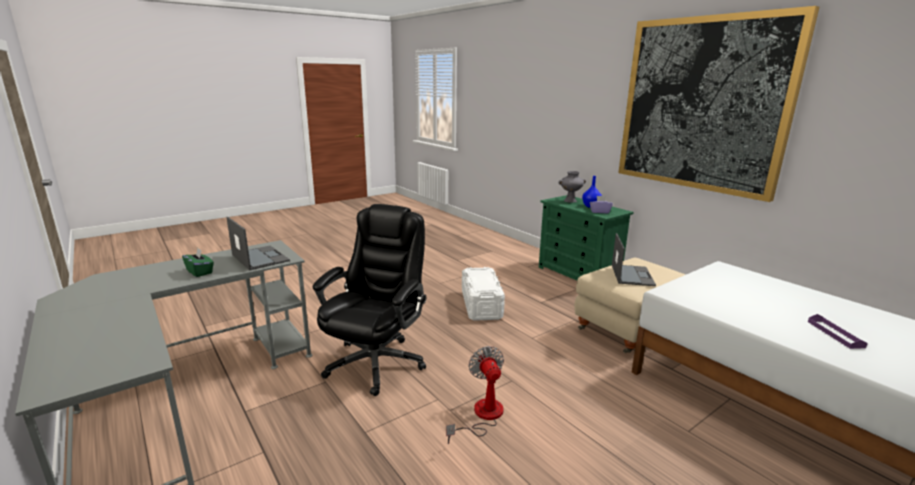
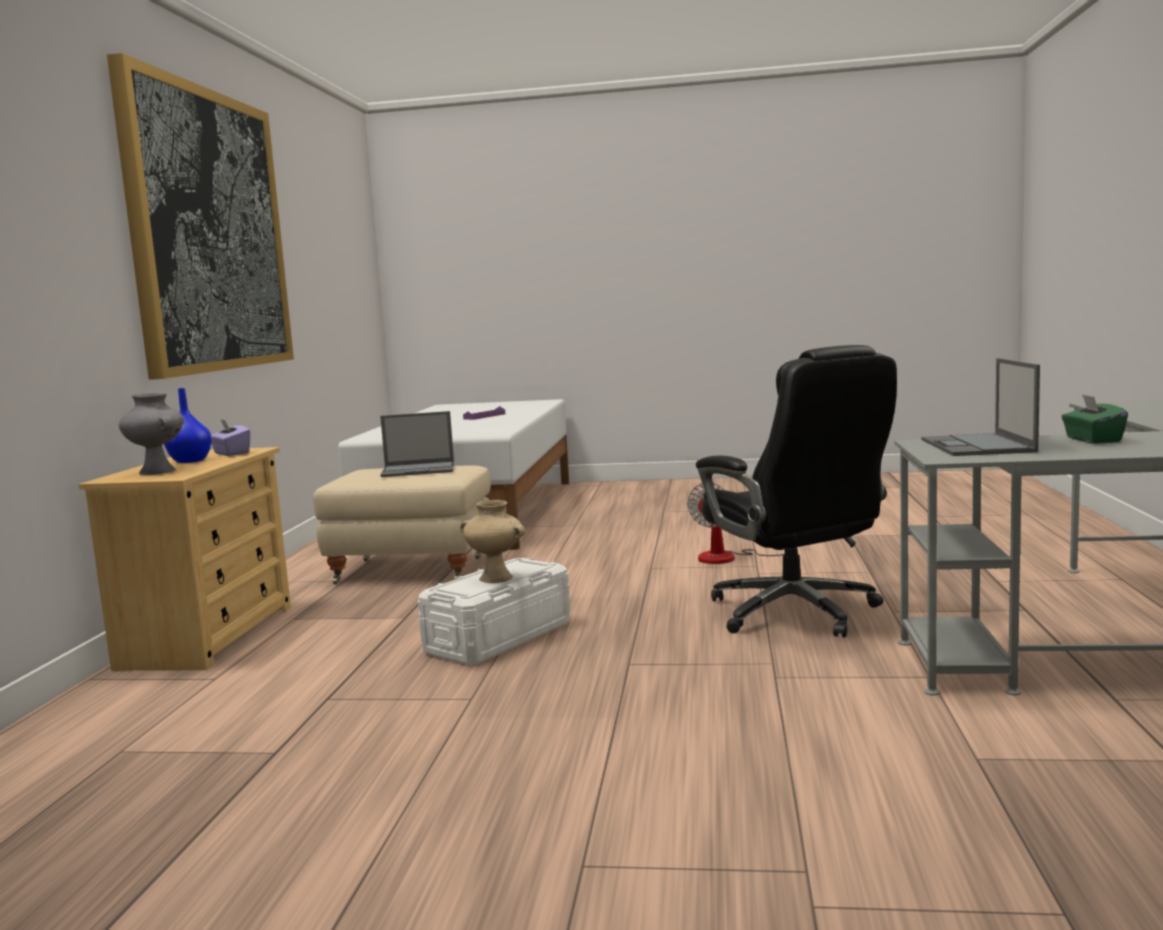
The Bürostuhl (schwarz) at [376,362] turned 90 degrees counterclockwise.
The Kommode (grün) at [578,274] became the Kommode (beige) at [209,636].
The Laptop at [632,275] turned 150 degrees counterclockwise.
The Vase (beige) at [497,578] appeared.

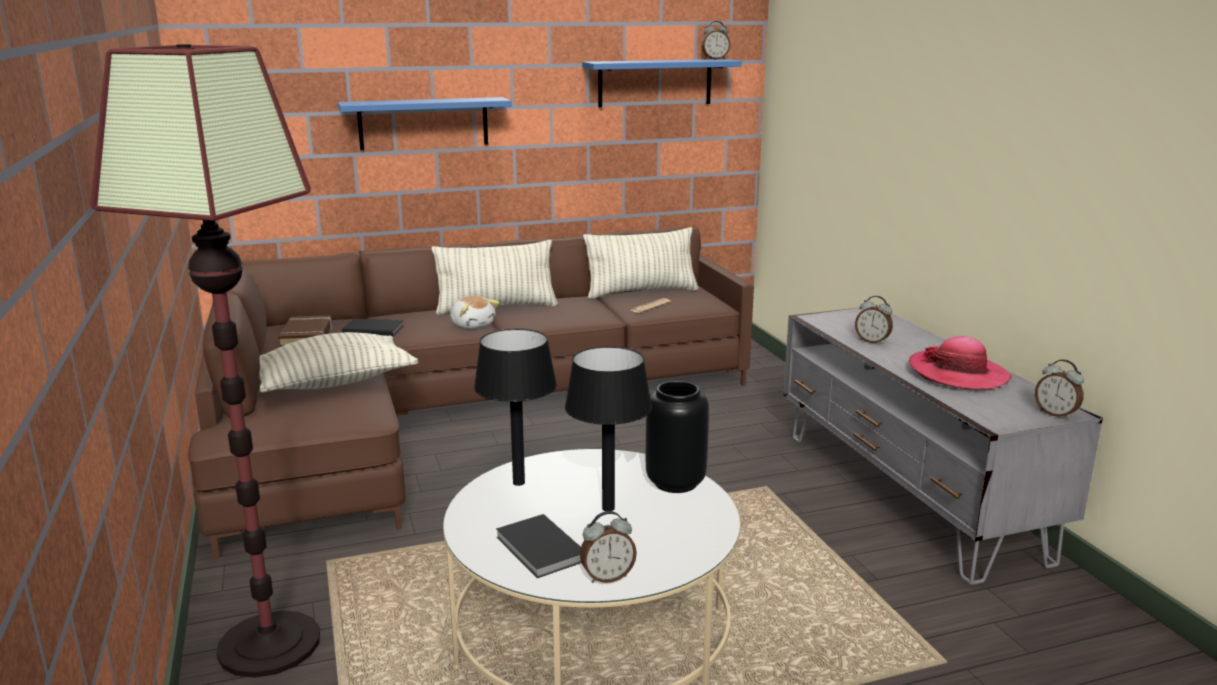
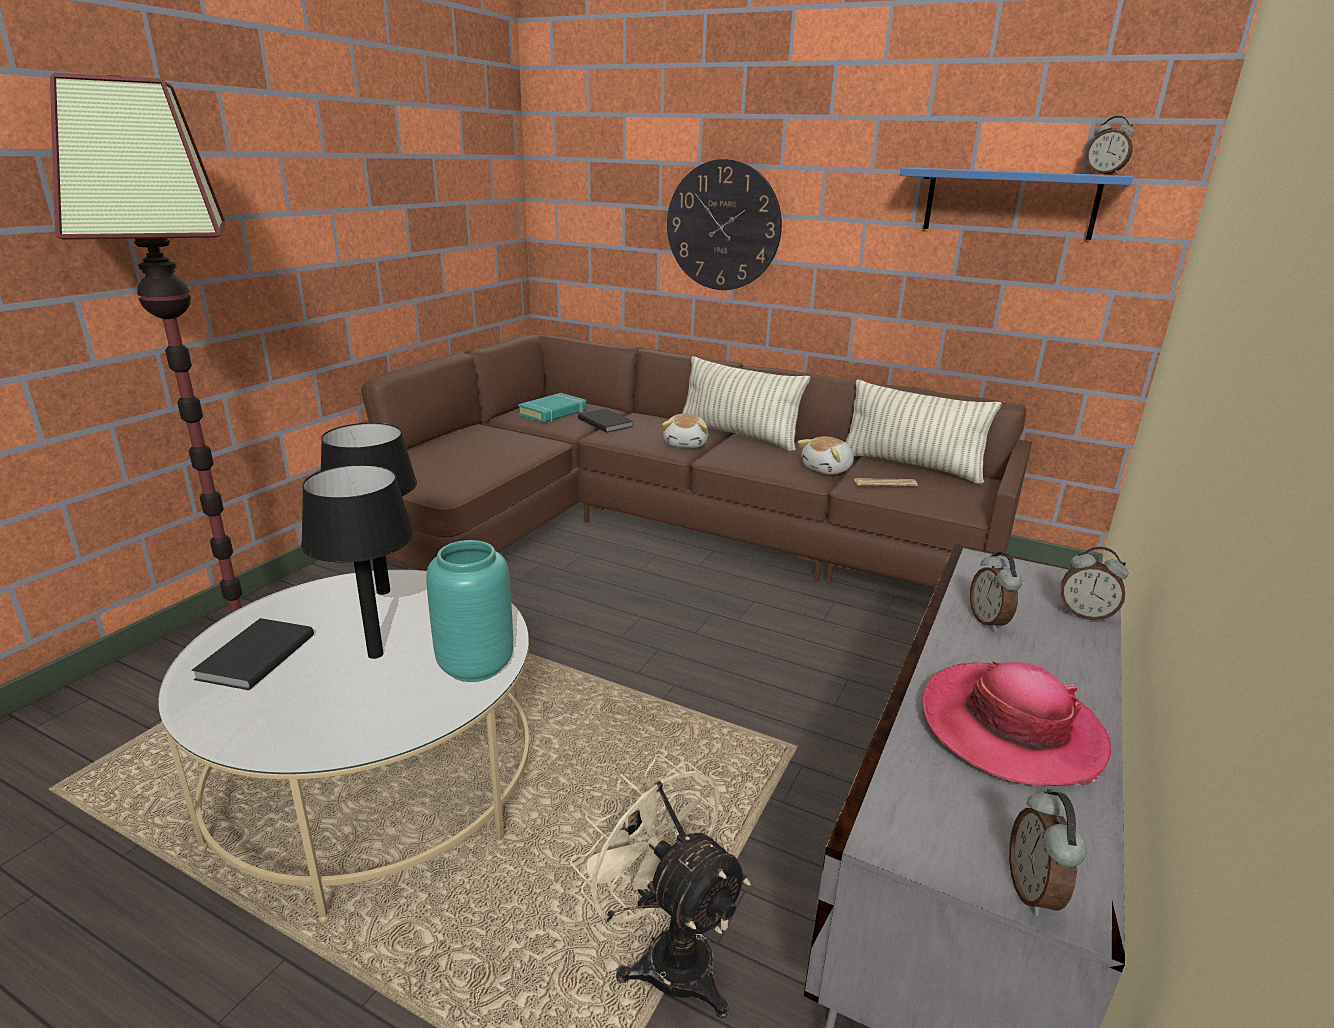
The Kissen at [333,383] disappeared.
The Buch (braun) at [307,337] became the Buch (türkis) at [553,413].
The Wandregal (blau) at [423,123] was replaced by the Wanduhr at [723,226].
The Wecker moved from [607,577] to [1085,615].
The Vase (schwarz) at [674,483] became the Vase (türkis) at [474,665].
The Ventilator (beige) at [665,954] appeared.
The Plüschtier at [827,469] appeared.

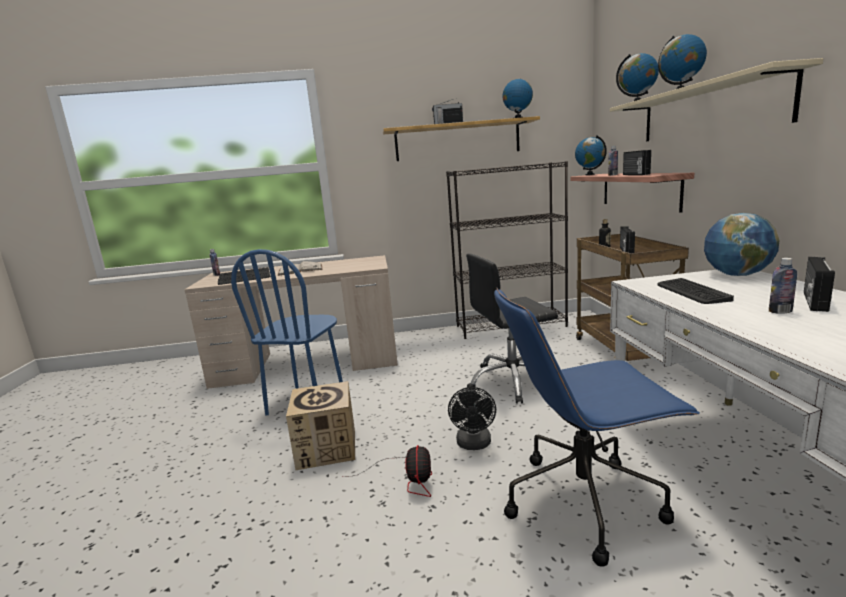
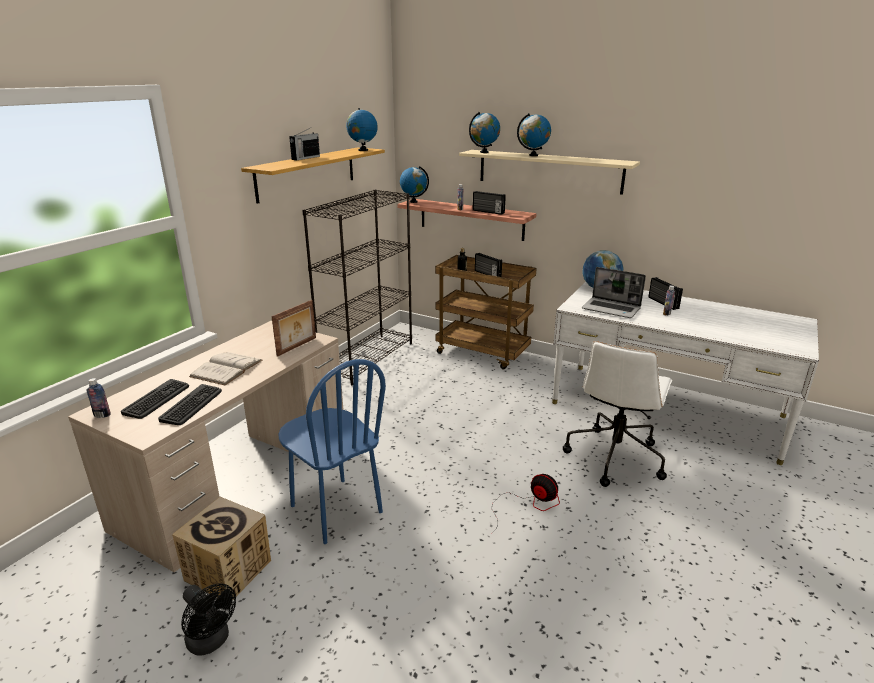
The Karton moved from [327,448] to [229,570].
The Ventilator (schwarz) moved from [474,445] to [211,641].
The Bürostuhl (schwarz) at [512,381] disappeared.
The Bürostuhl (blau) at [585,501] became the Bürostuhl (weiß) at [614,456].
The Tastatur at [691,292] was replaced by the Laptop at [611,309].
The Bilderrahmen at [297,347] appeared.

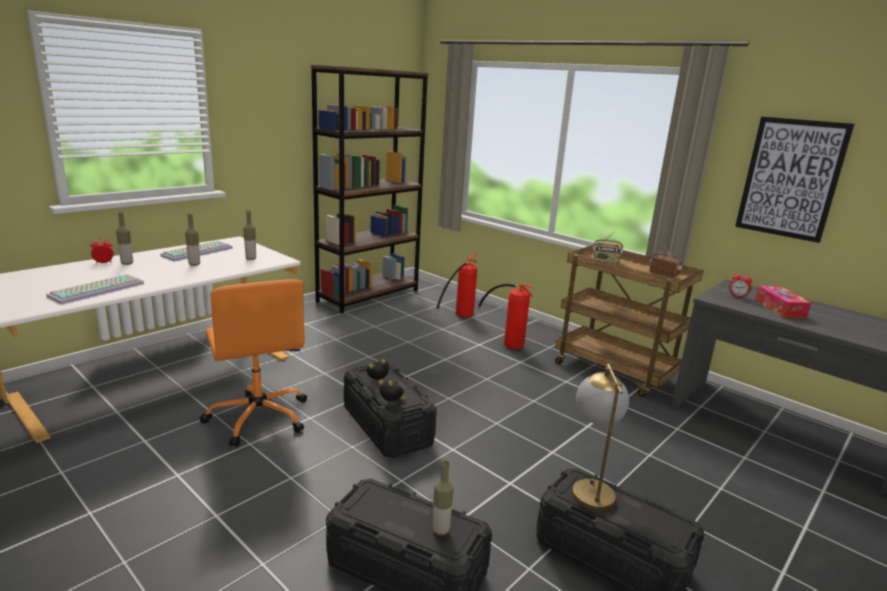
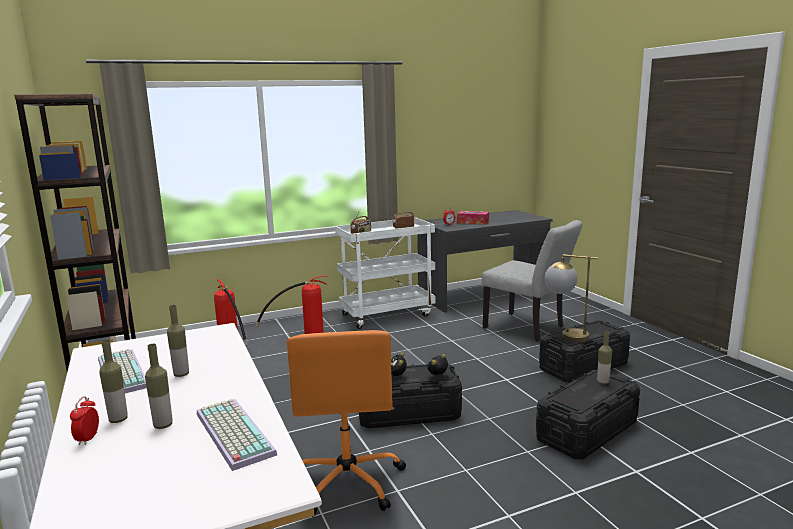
The Bürostuhl (orange) at [258,417] turned 90 degrees clockwise.
The Flasche moved from [251,258] to [163,425].
The Rollwagen (braun) at [615,372] became the Rollwagen (weiß) at [387,315].
The Bild at [790,178] disappeared.
The Stuhl (grau) at [529,328] appeared.

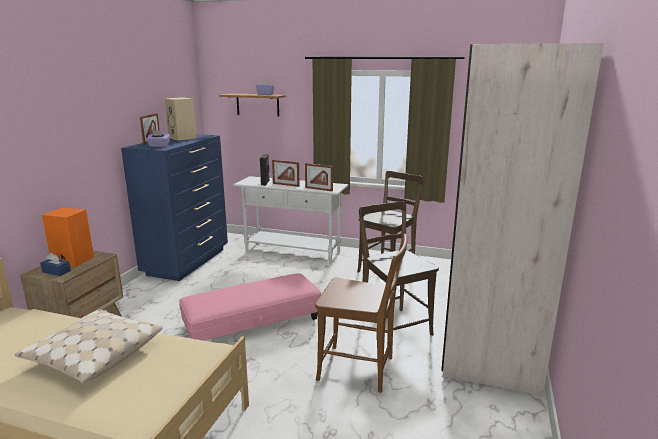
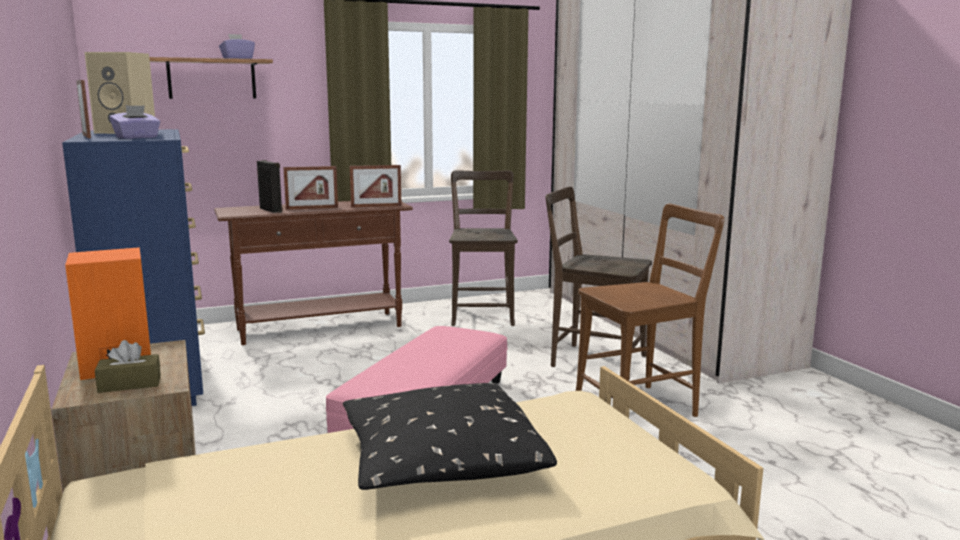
The Kissen (beige) at [94,355] became the Kissen (schwarz) at [440,459].
The Taschentuchbox (blau) at [56,271] became the Taschentuchbox (braun) at [130,384].
The Konsolentisch (weiß) at [293,253] became the Konsolentisch (braun) at [320,328].

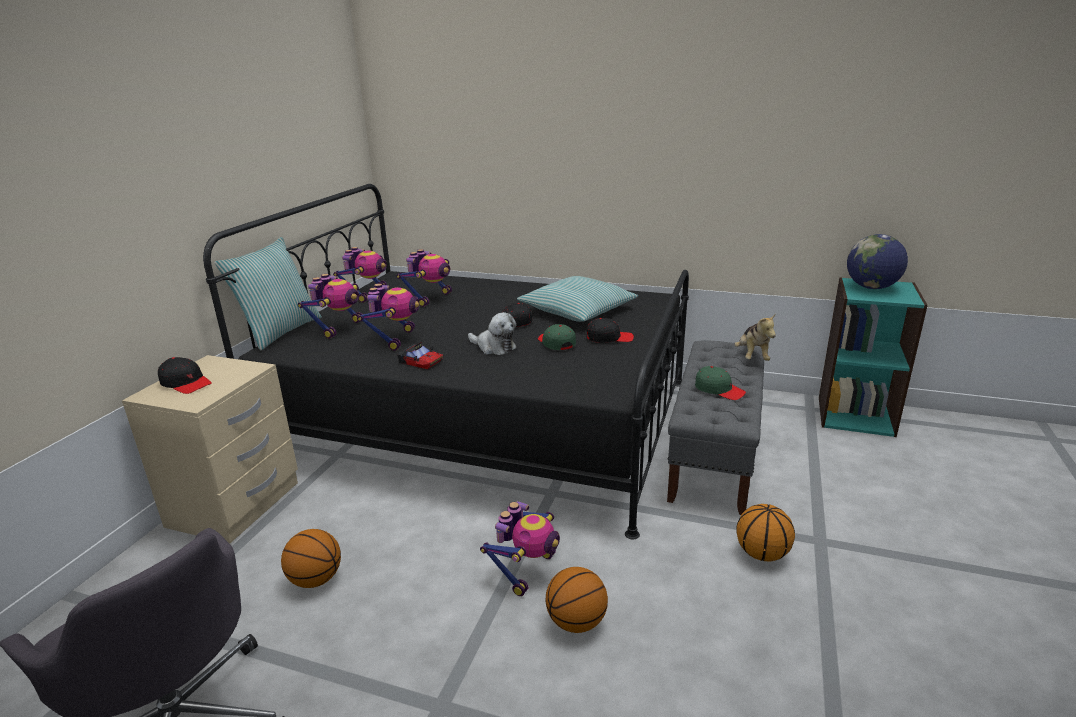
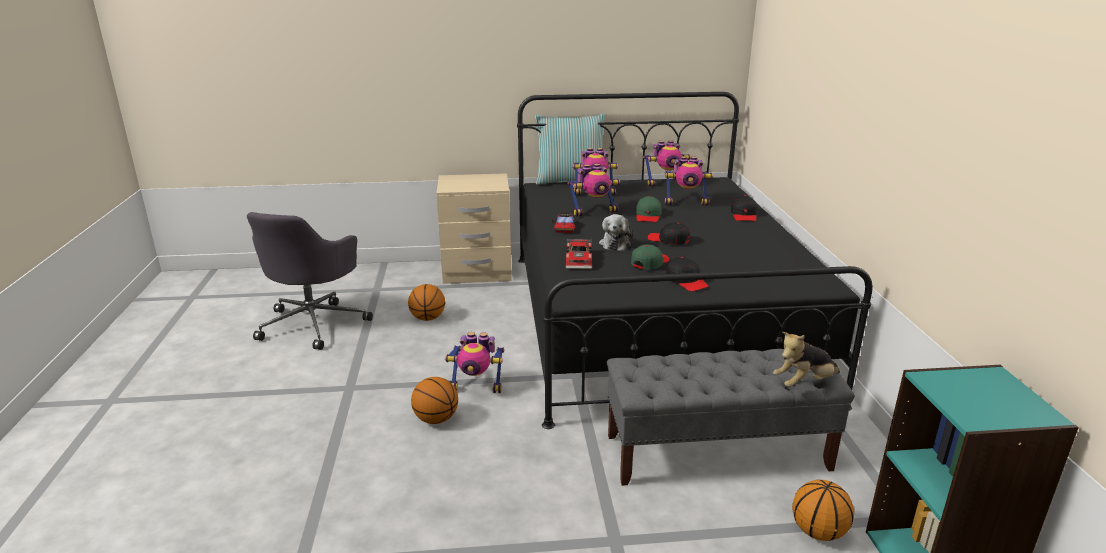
The Kappe (schwarz) moved from [186,383] to [744,215].
The Kissen at [578,310] disappeared.
The Kappe (grün) moved from [719,390] to [648,216].
The Basketball moved from [762,553] to [819,531].
The Globus at [871,287] disappeared.
The Spielzeugauto at [580,260] appeared.

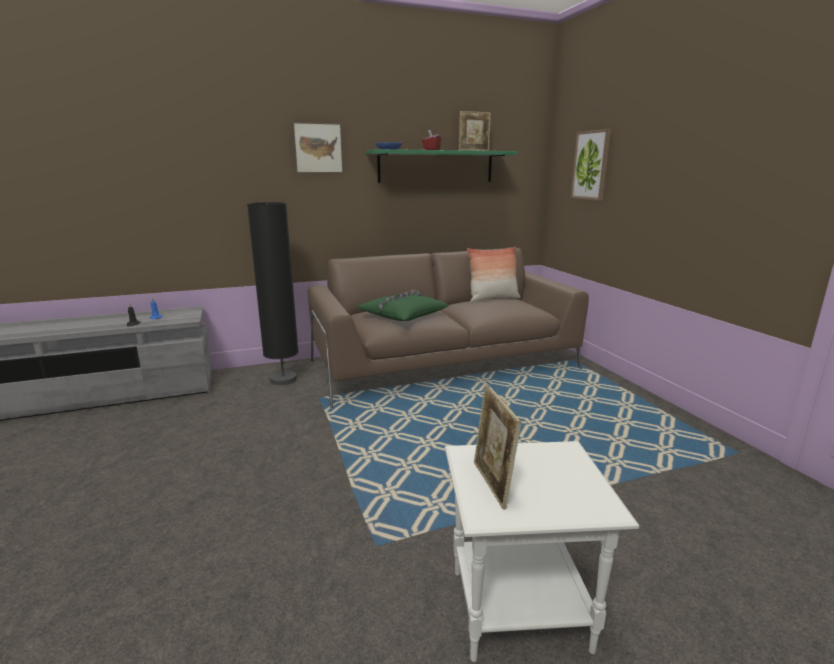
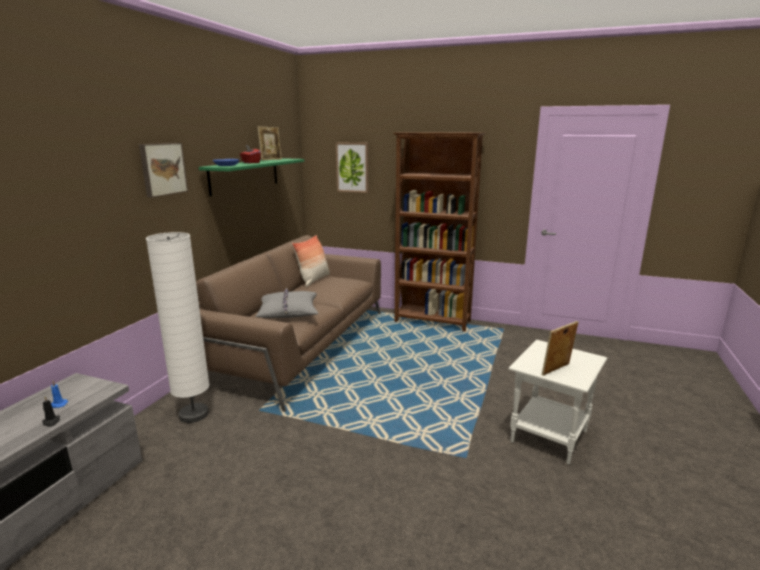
The Stehlampe (schwarz) at [283,380] became the Stehlampe (weiß) at [194,414].
The Kissen (grün) at [402,315] became the Kissen (grau) at [288,311].
The Bilderrahmen at [492,484] turned 120 degrees clockwise.
The Bücherregal (braun) at [433,321] appeared.

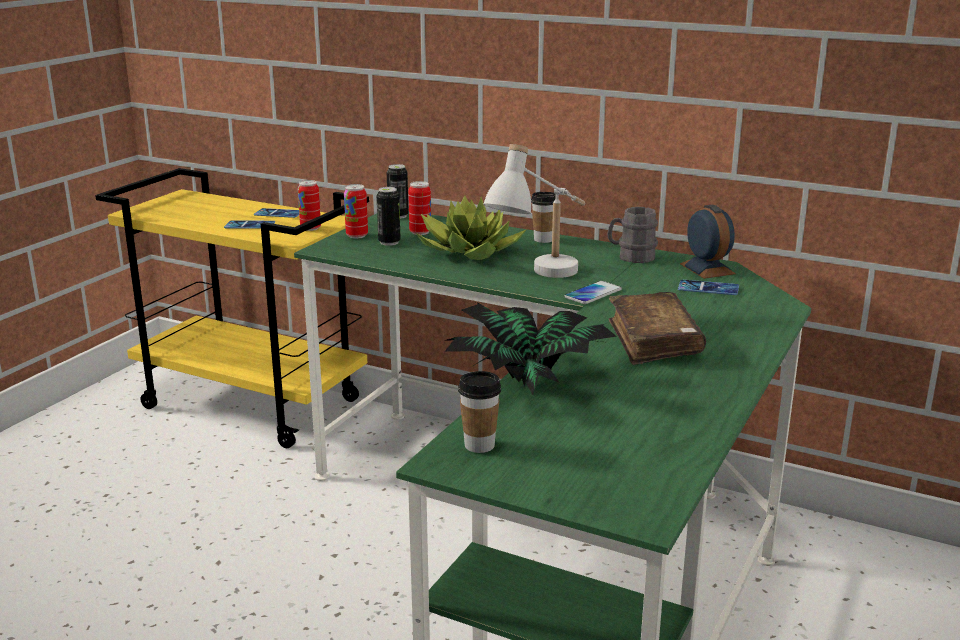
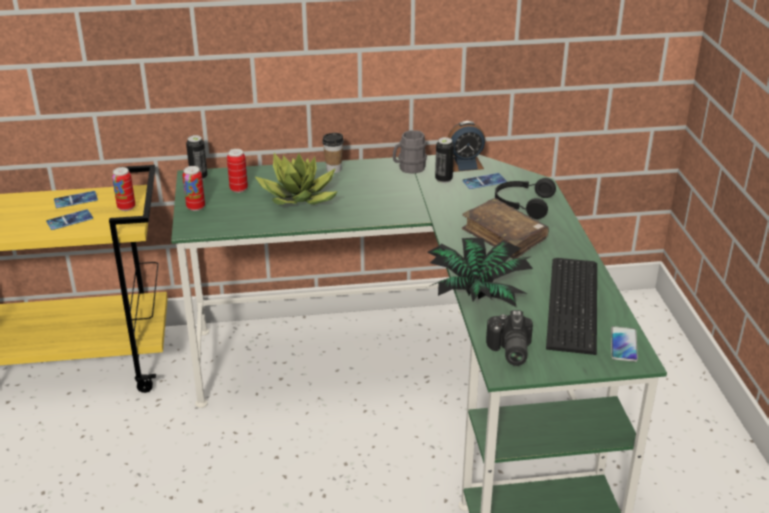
The Dose moved from [389,242] to [443,179].
The Tasse at [479,445] was replaced by the Kamera at [508,351].
The Tischlampe (weiß) at [542,280] disappeared.
The Handy moved from [593,294] to [623,345].
The Wecker at [707,269] turned 135 degrees clockwise.
The Kopfhörer (schwarz) at [522,204] appeared.
The Tastatur at [575,303] appeared.

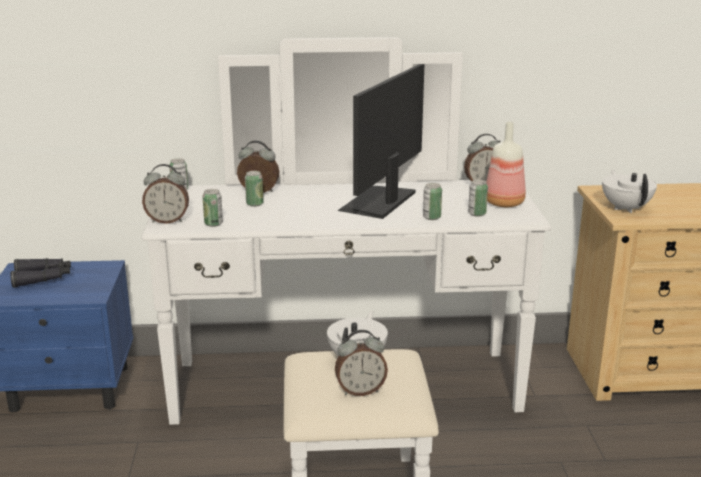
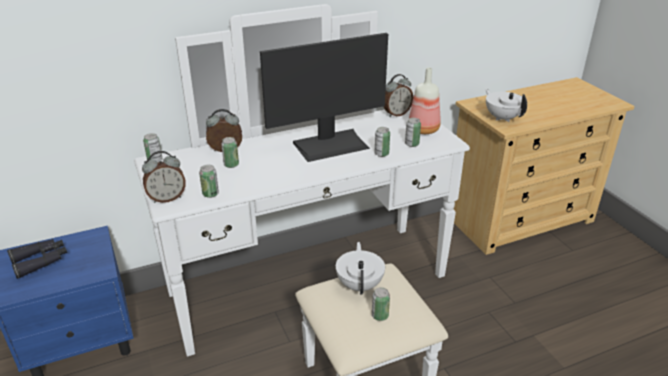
The Wecker at [360,391] was replaced by the Dose at [380,316].
The Monitor at [379,202] turned 120 degrees counterclockwise.

